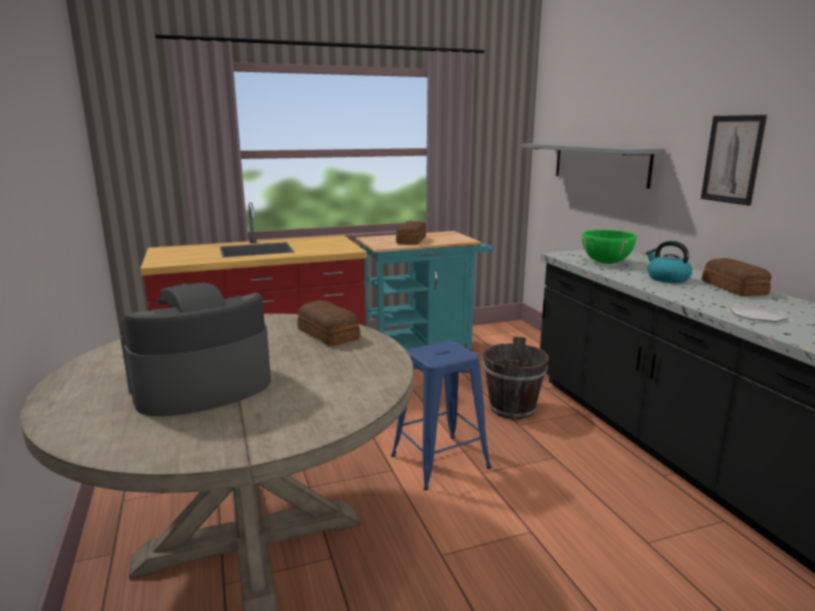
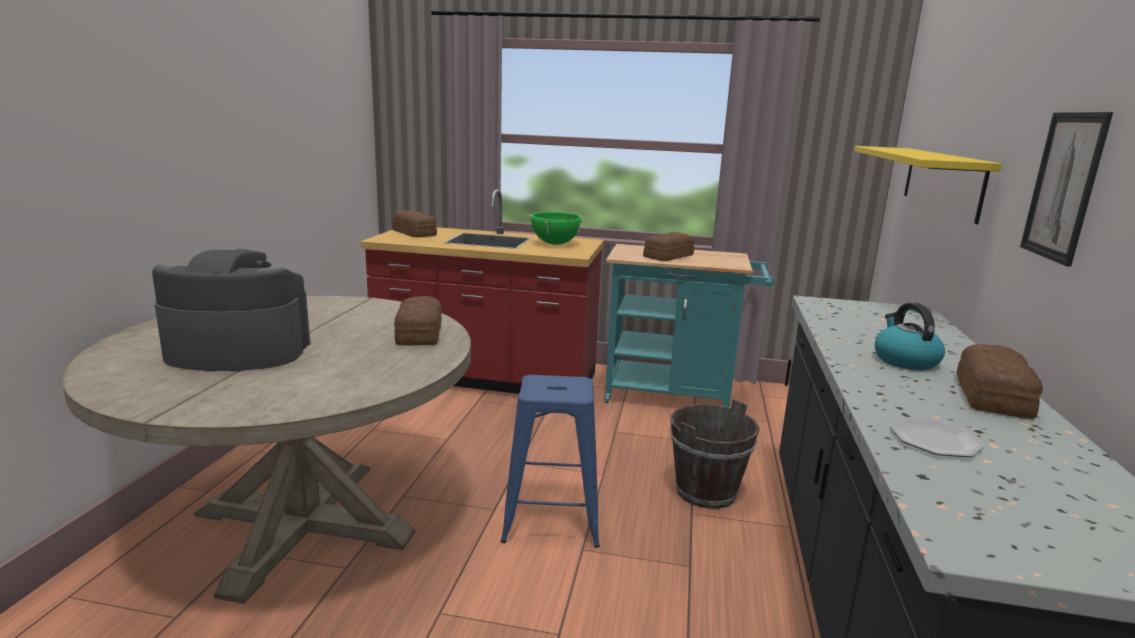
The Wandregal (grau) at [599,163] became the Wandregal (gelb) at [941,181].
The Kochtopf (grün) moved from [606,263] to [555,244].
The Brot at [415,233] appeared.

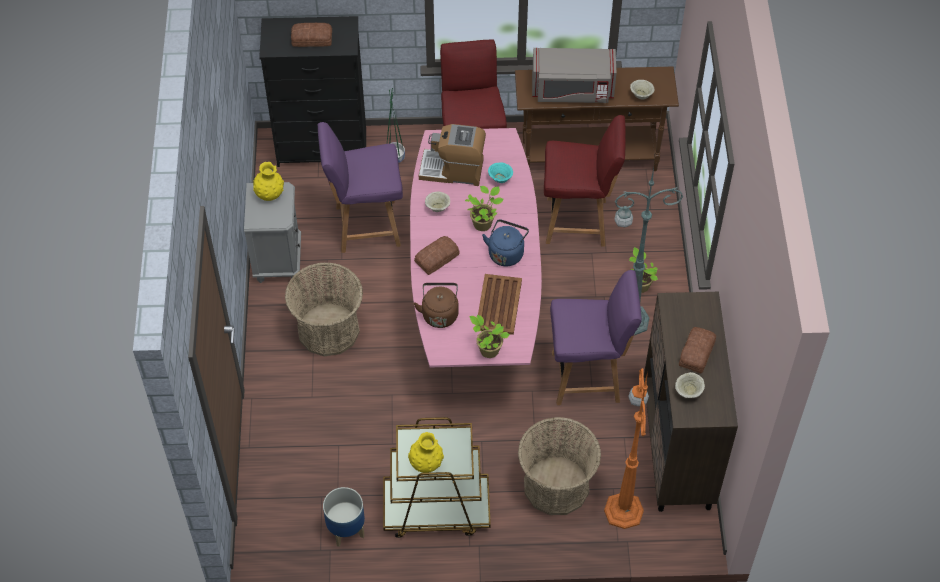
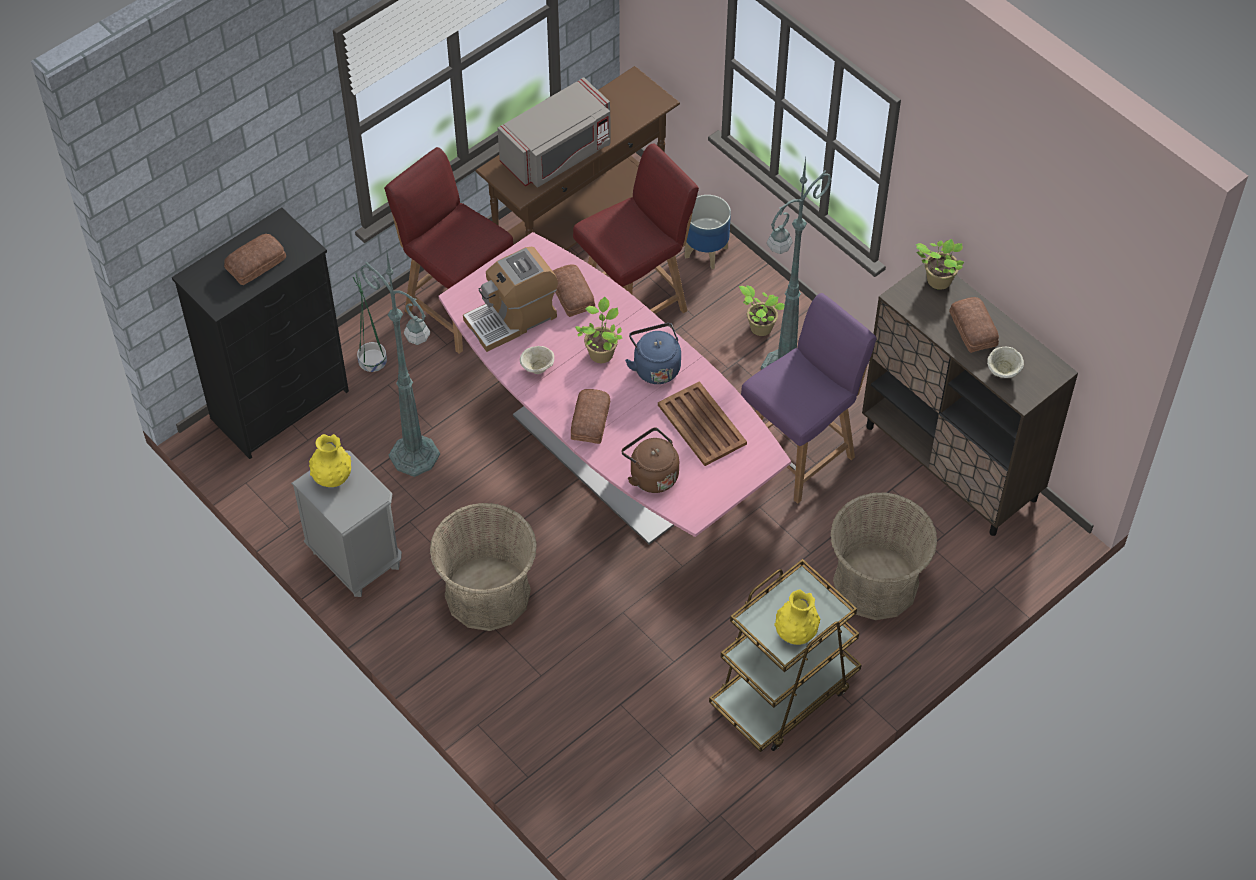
The Stuhl (lila) at [365,226] was replaced by the Stehlampe (grün) at [416,457].
The Pflanzkübel moved from [345,530] to [706,253].
The Topfpflanze moved from [488,350] to [937,281].
The Schüssel (türkis) at [500,179] was replaced by the Brot at [571,295].
The Stehlampe (orange) at [624,508] disappeared.
The Schüssel (beige) at [641,95] disappeared.

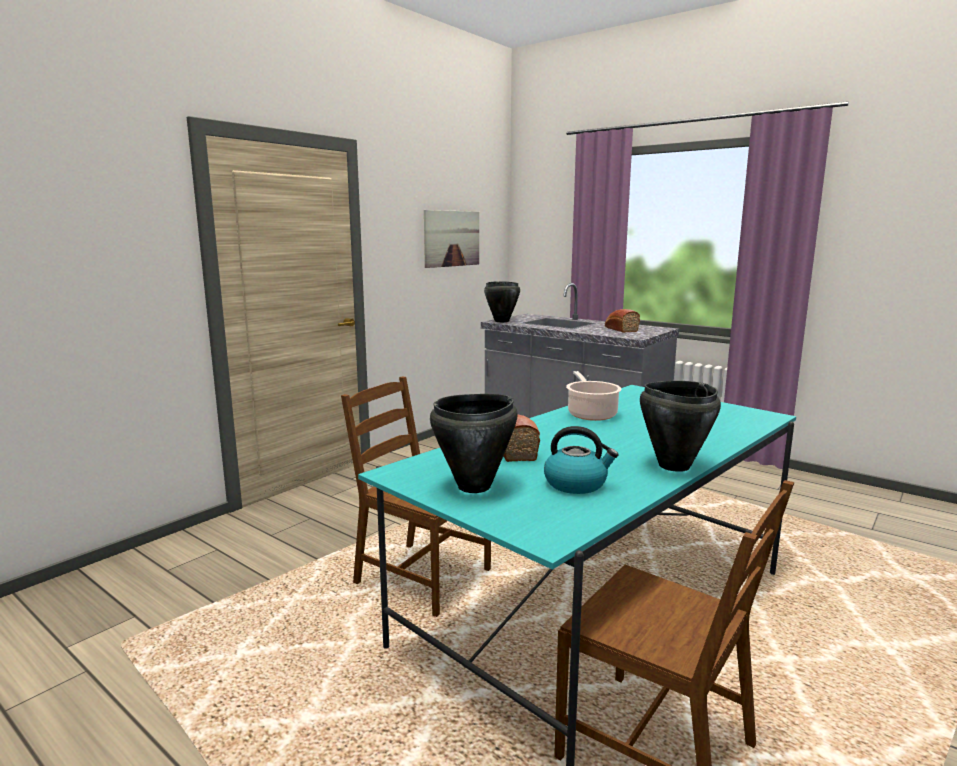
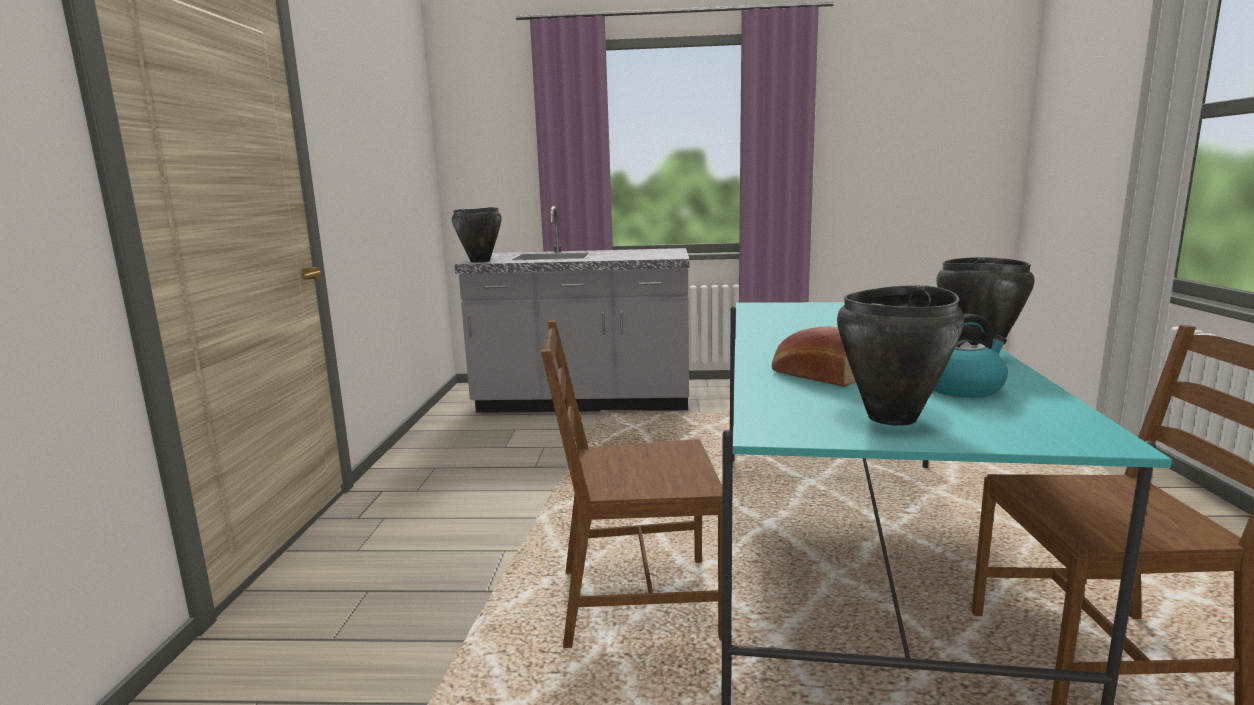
The Bild at [452,238] disappeared.
The Kochtopf at [591,414] disappeared.
The Brot at [620,329] disappeared.

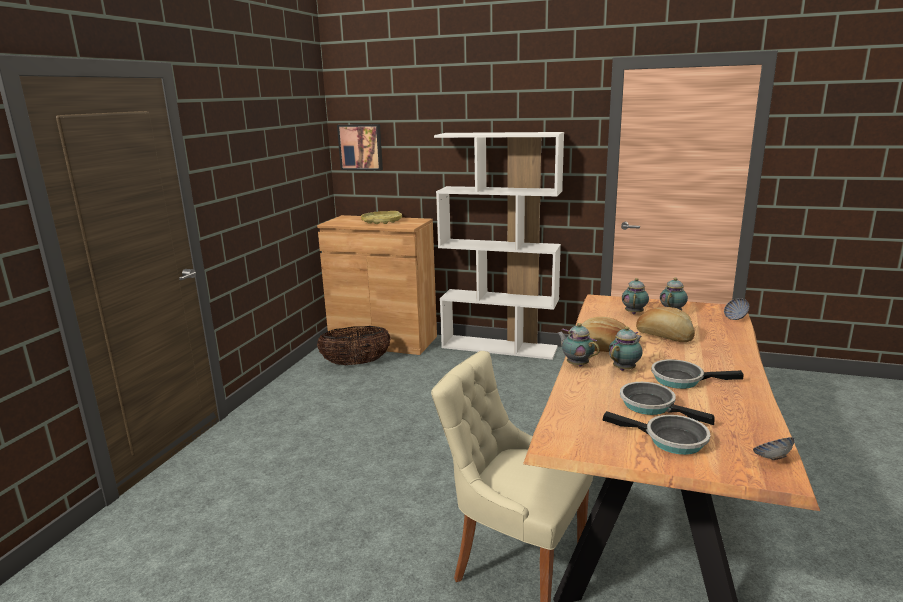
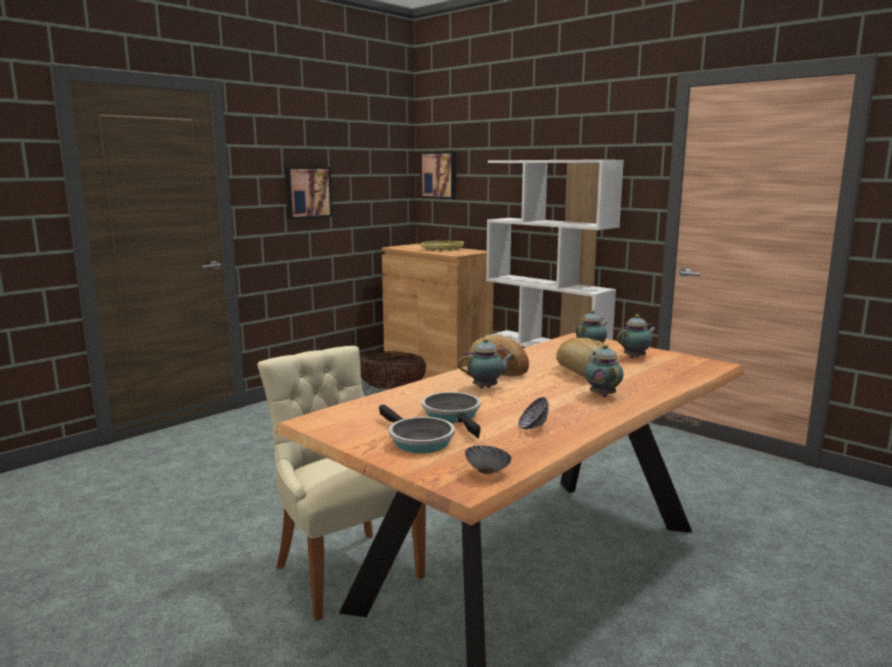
The Teekanne moved from [576,364] to [602,395].
The Pfanne at [681,379] disappeared.
The Schüssel moved from [735,318] to [533,427].
The Bild at [307,192] appeared.

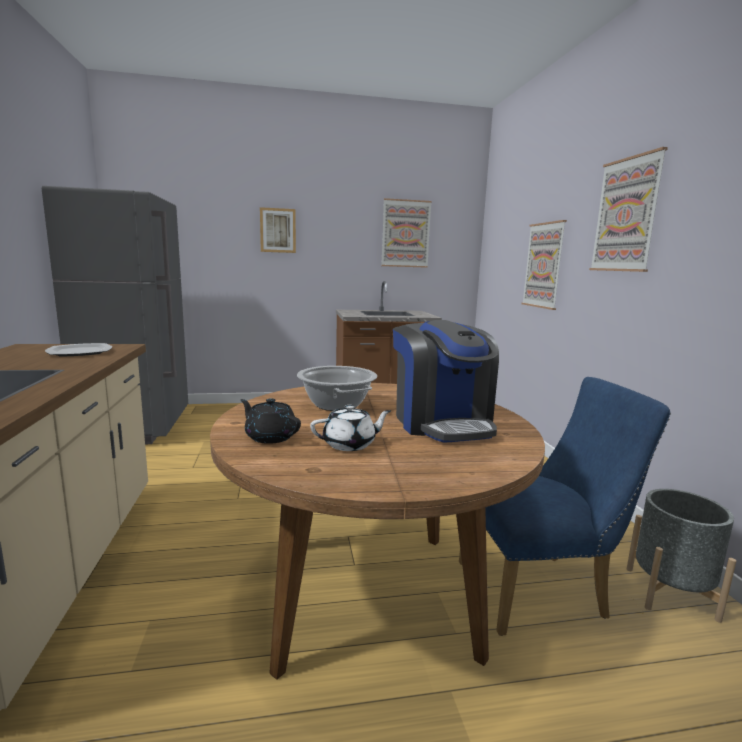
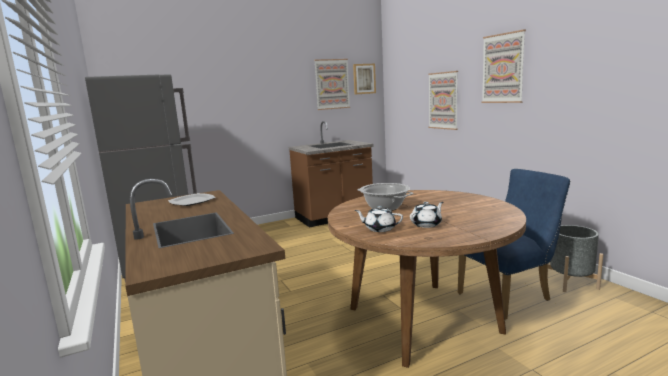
The Teekanne (schwarz) at [270,437] became the Teekanne (weiß) at [379,229].
The Bild moved from [278,230] to [364,79].
The Kaffeemaschine at [442,423] disappeared.

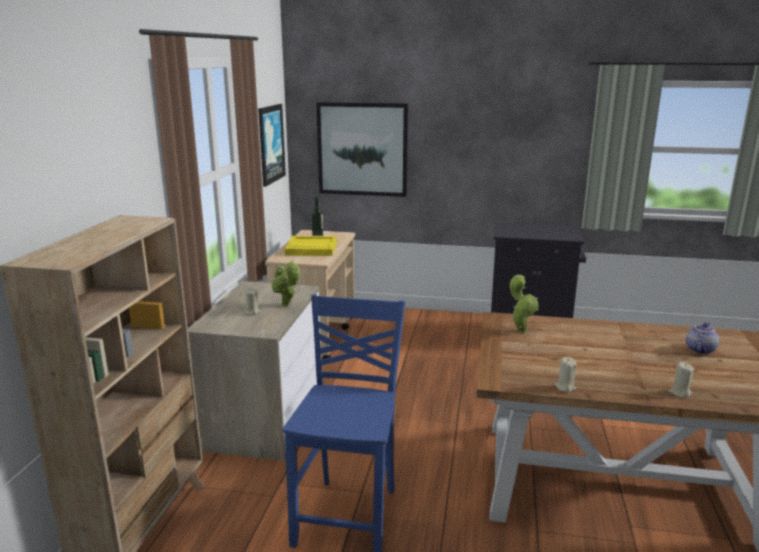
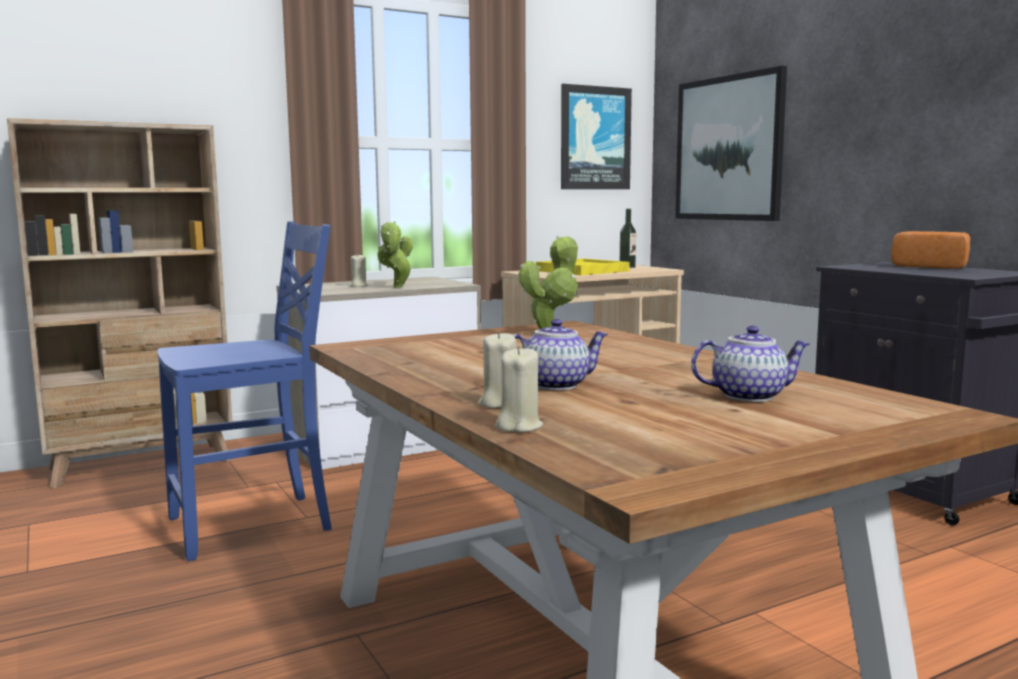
The Kerze (beige) moved from [565,387] to [519,426].
The Teekanne at [555,385] appeared.
The Brot at [930,267] appeared.

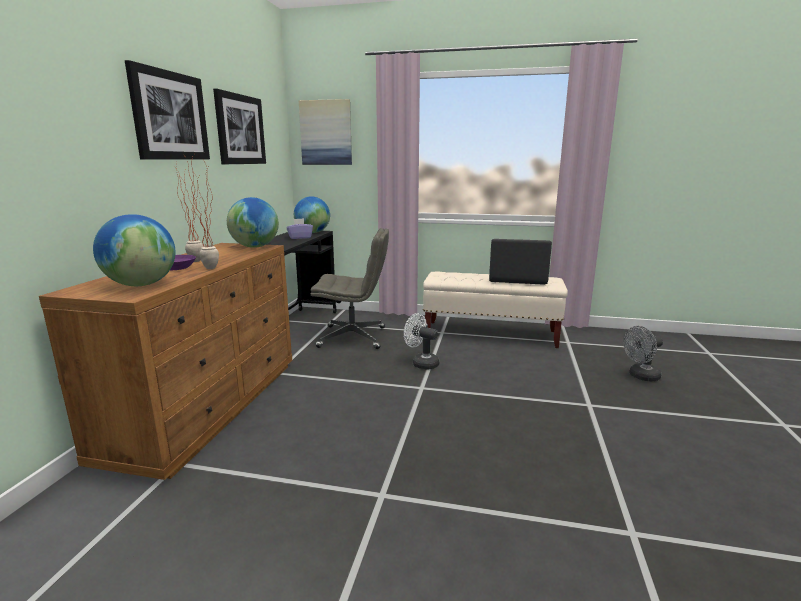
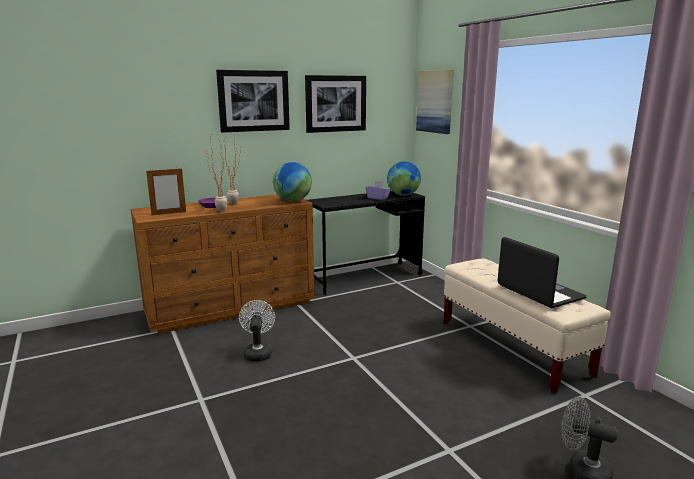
The Globus at [141,285] was replaced by the Bilderrahmen at [169,213].
The Bürostuhl (grau) at [353,337] disappeared.
The Ventilator (weiß) moved from [421,363] to [258,352].

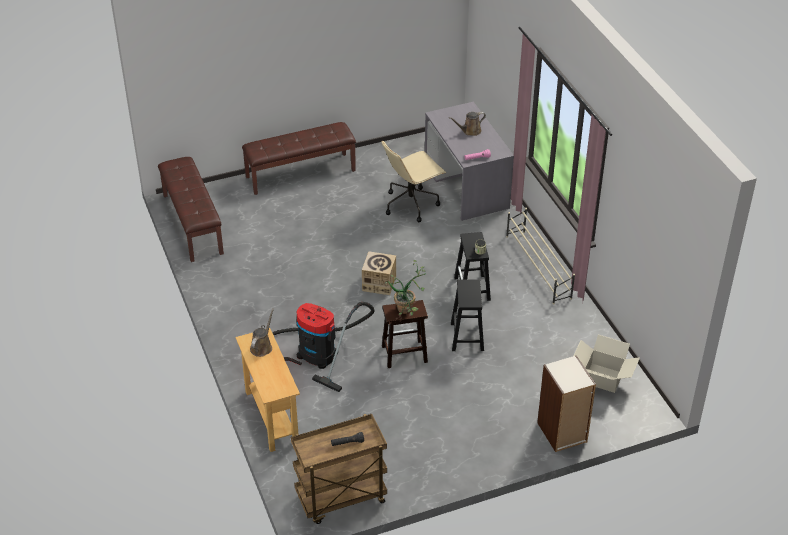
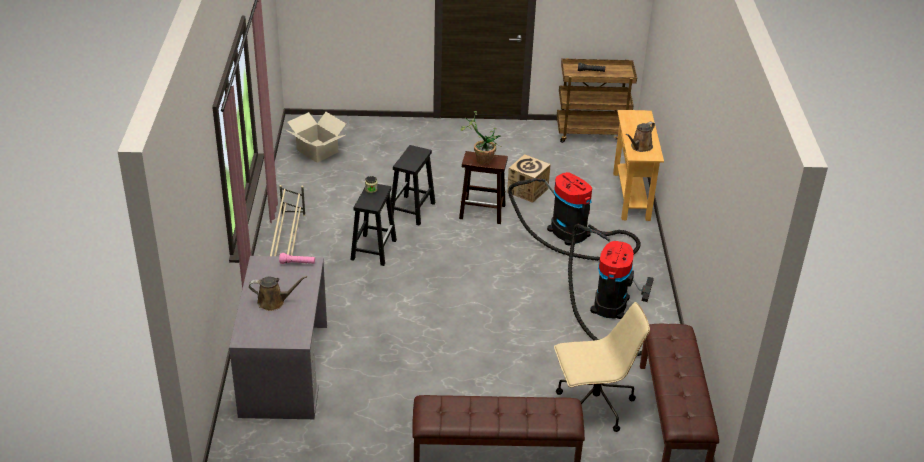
The Karton moved from [379,283] to [527,190].
The Bürostuhl (beige) moved from [411,204] to [593,405].
The Bücherregal at [562,433] disappeared.
The Staubsauger at [610,308] appeared.

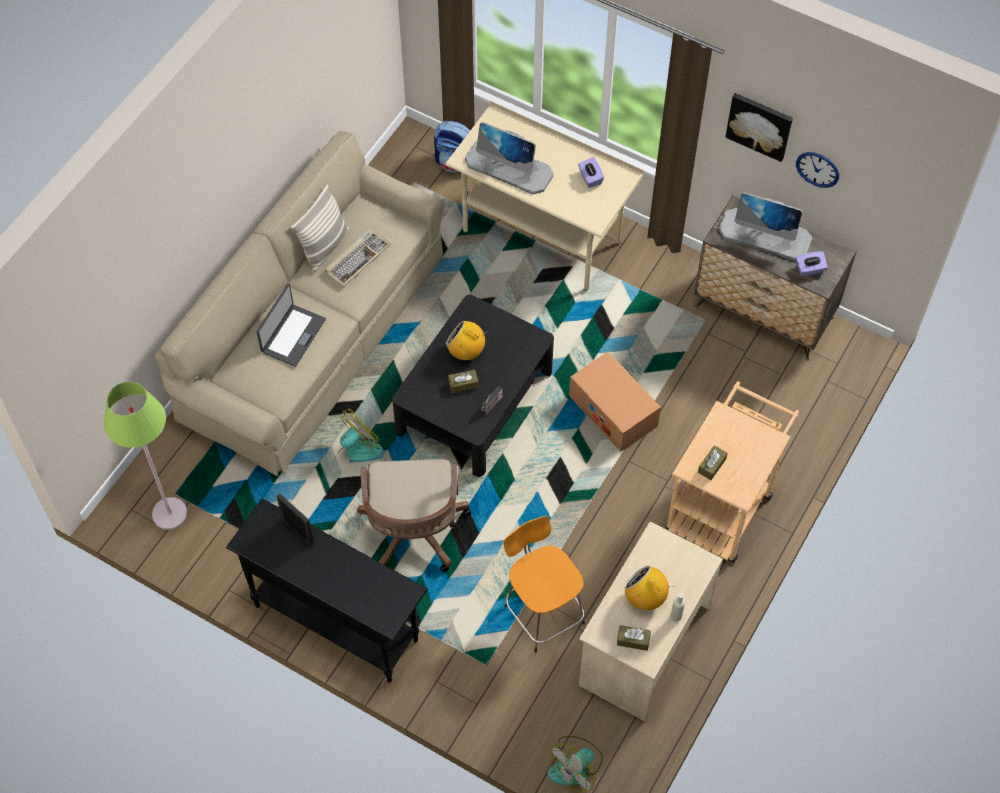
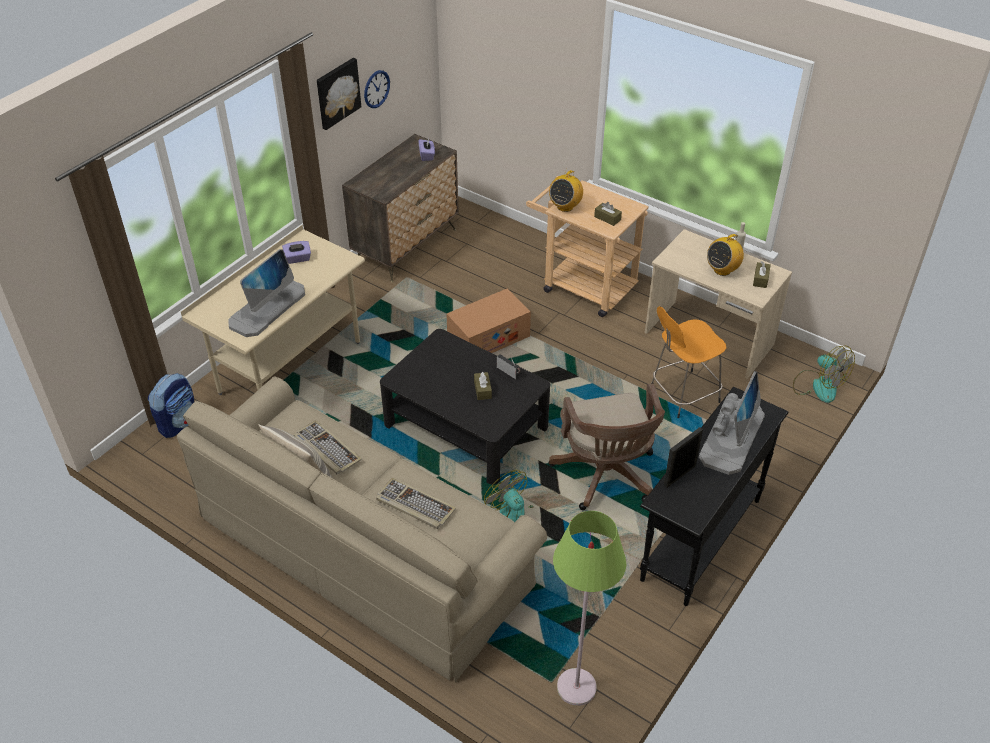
The Laptop at [292,335] was replaced by the Tastatur at [414,505].
The Bürostuhl (braun) at [414,534] turned 75 degrees clockwise.
The Radio moved from [466,352] to [565,206].
The Monitor moved from [765,235] to [732,436].

